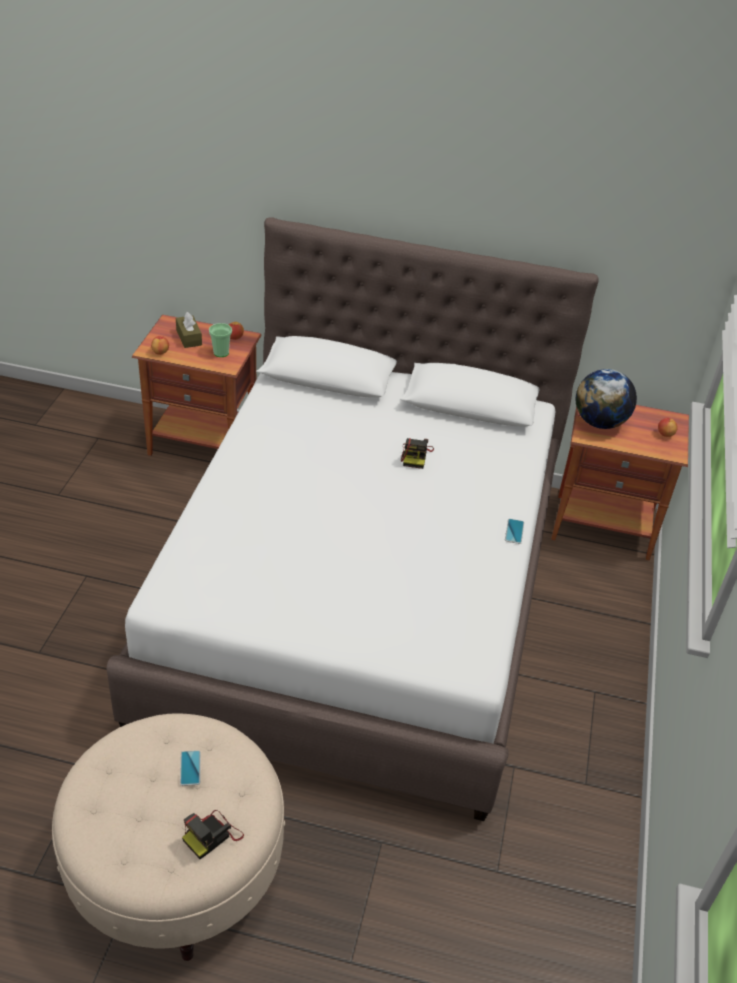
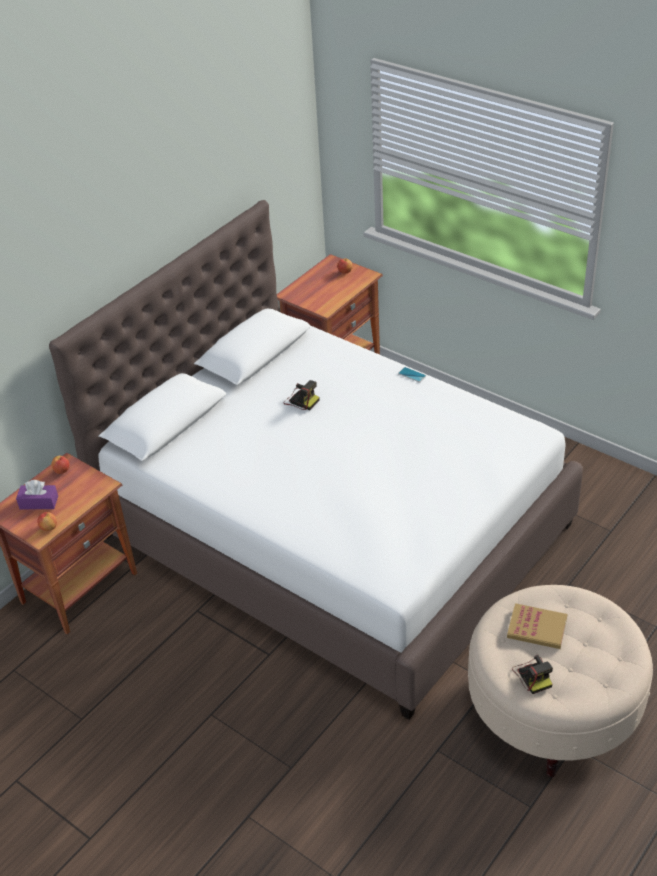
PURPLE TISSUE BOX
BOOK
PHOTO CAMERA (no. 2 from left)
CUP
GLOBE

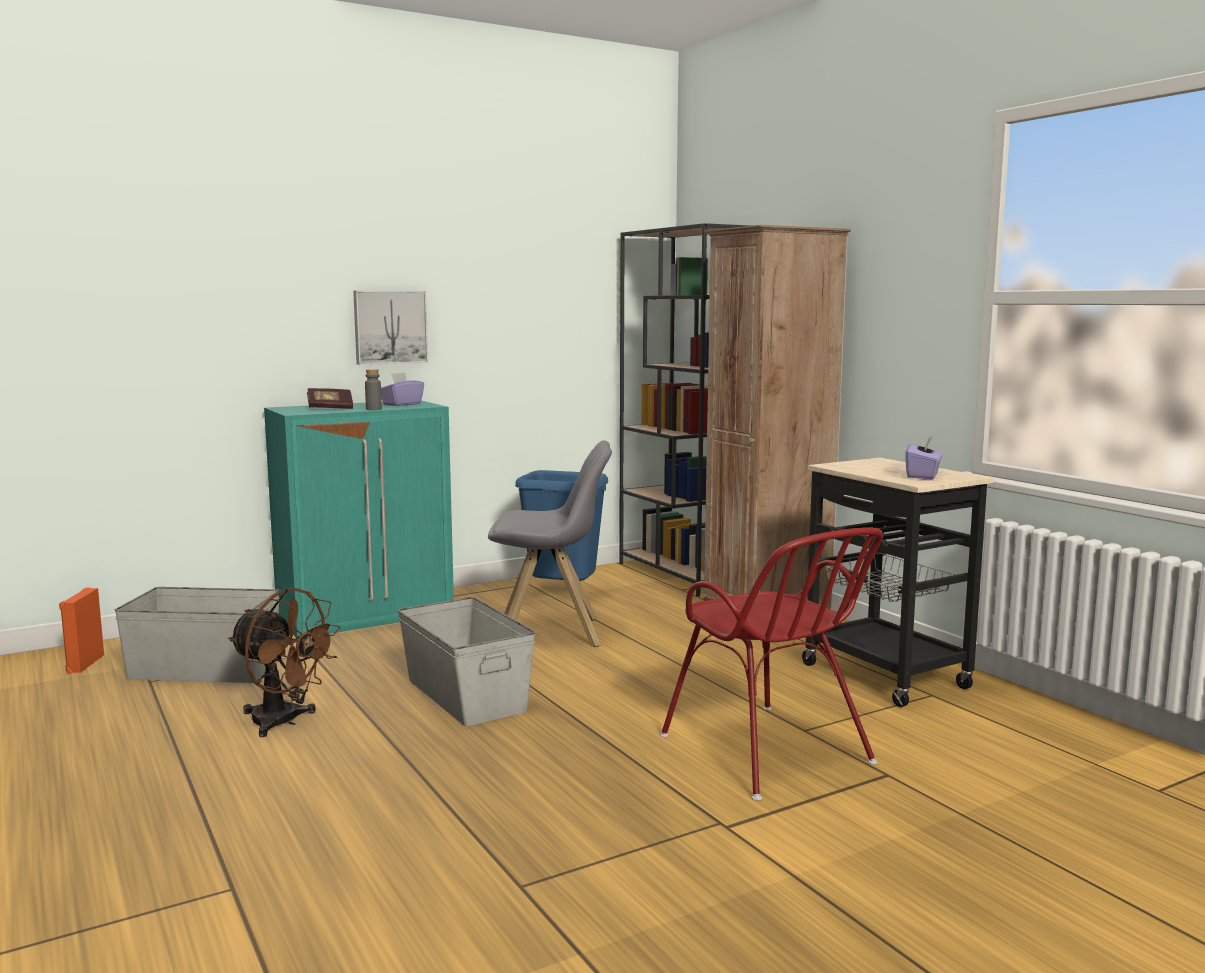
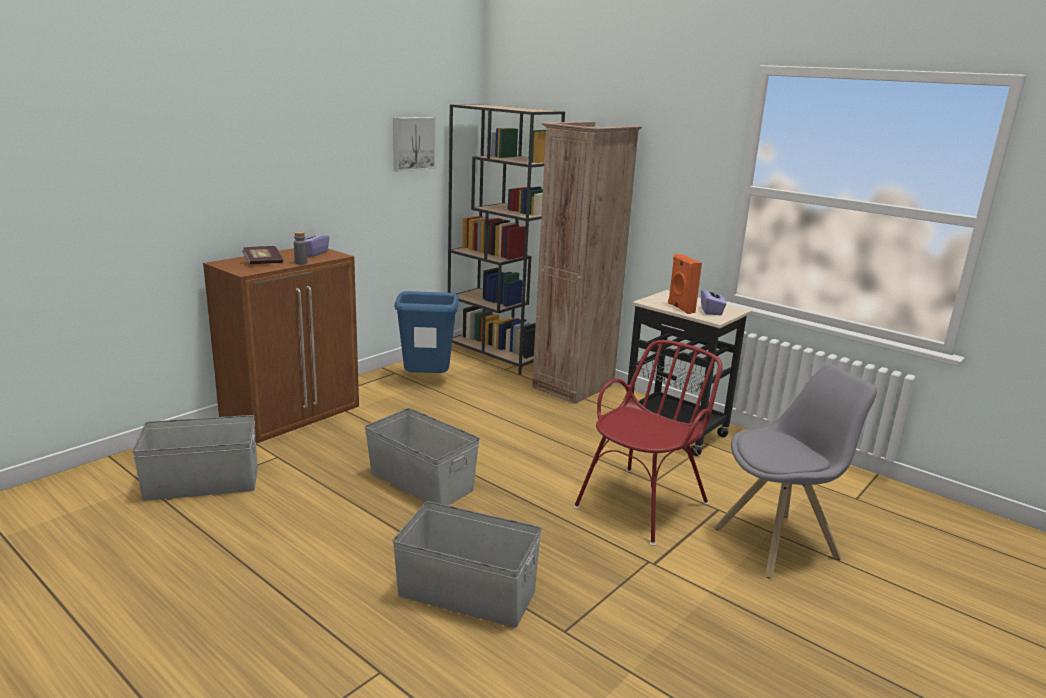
ORANGE SPEAKER
BROWN FAN
BROWN CABINET (no. 1 from left)
PICTURE
GREY CHAIR
RED CHAIR
GREY STORAGE BOX (no. 3 from left)

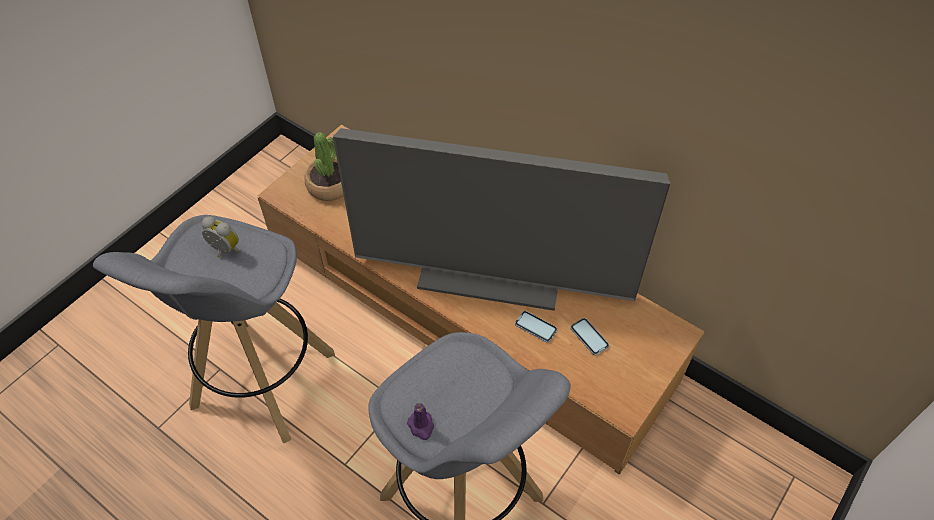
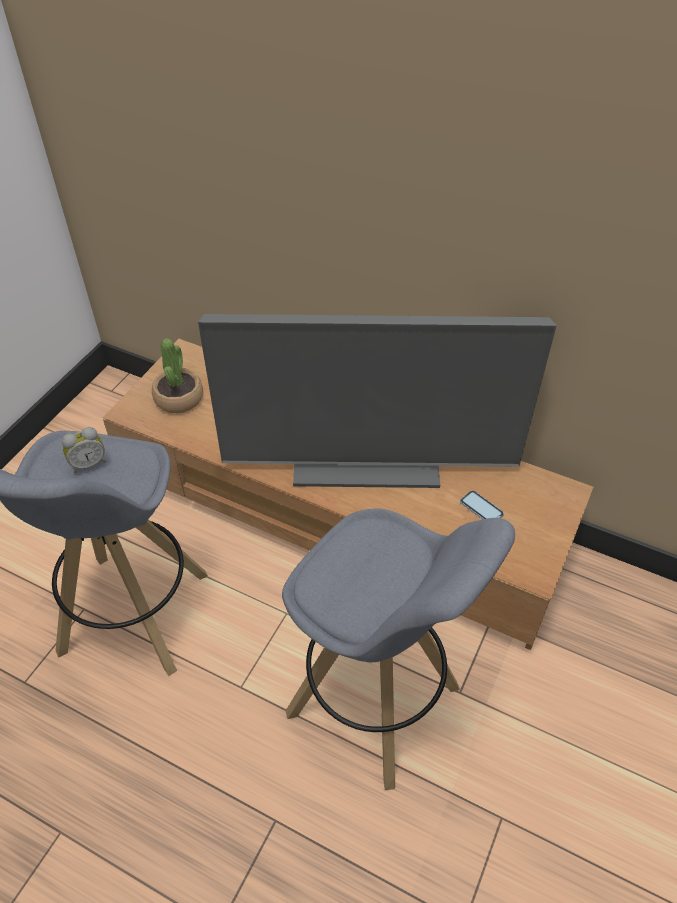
ALARM CLOCK
PURPLE CANDLE
PHONE (no. 1 from left in the first image)

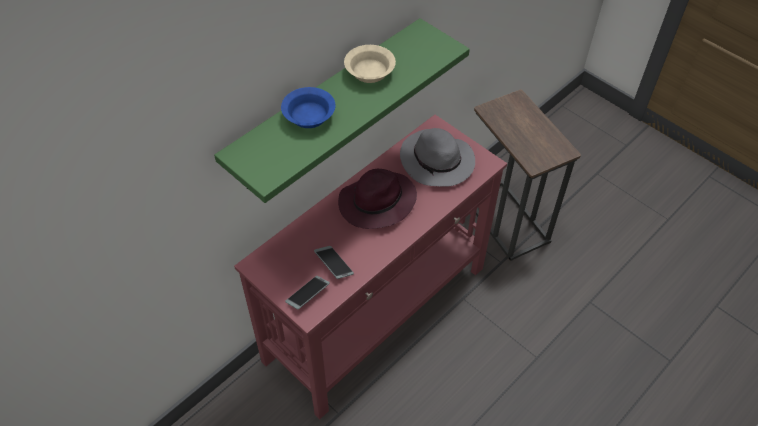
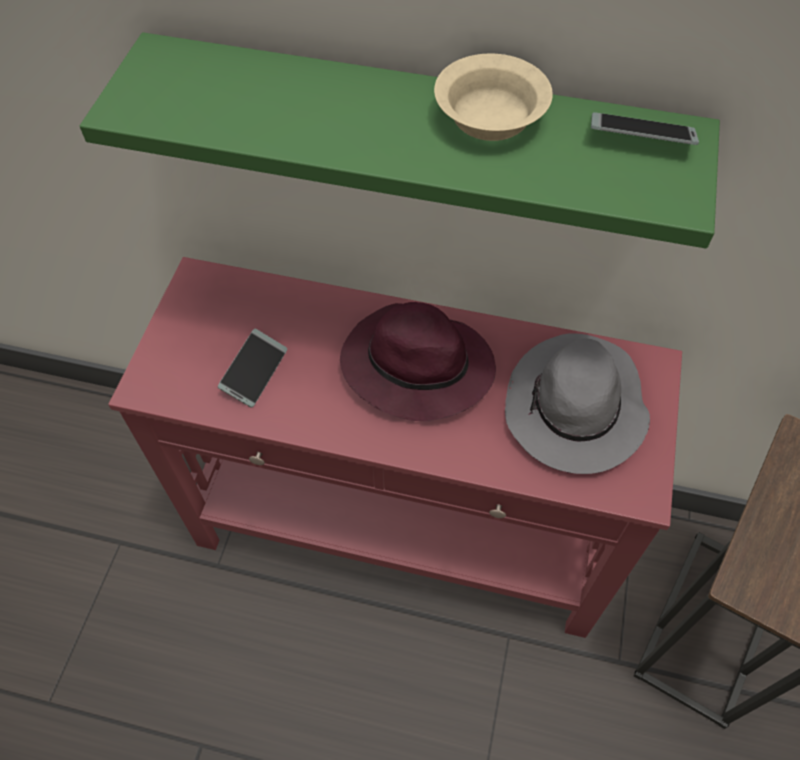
BLUE BOWL
PHONE (no. 2 from left)

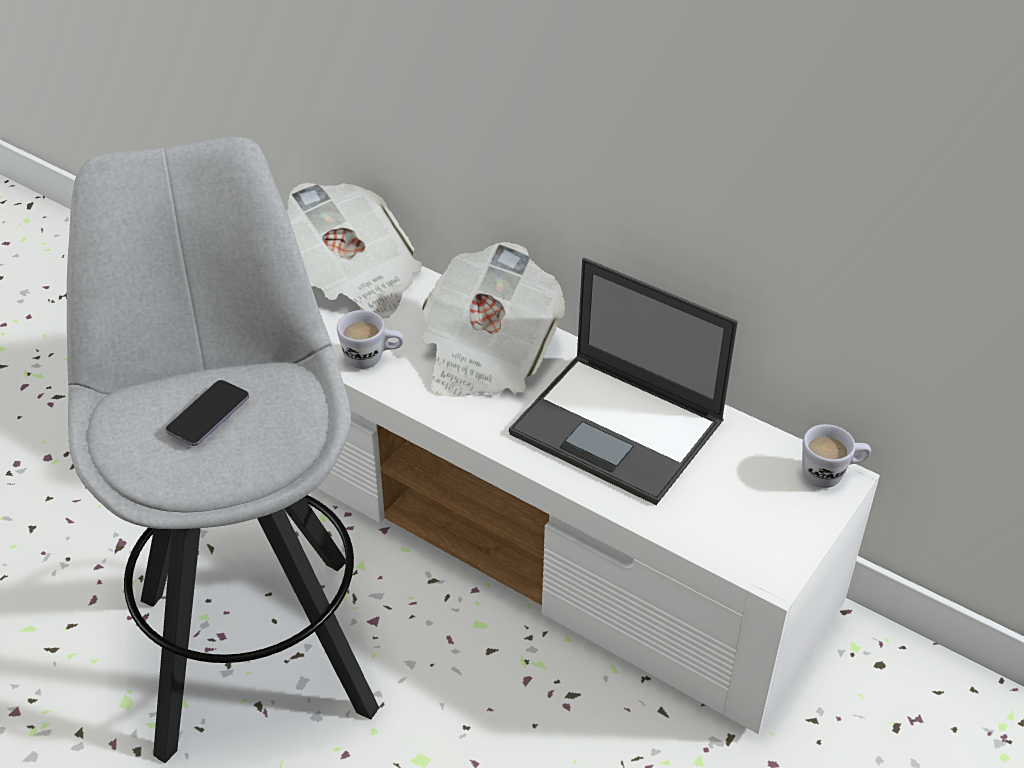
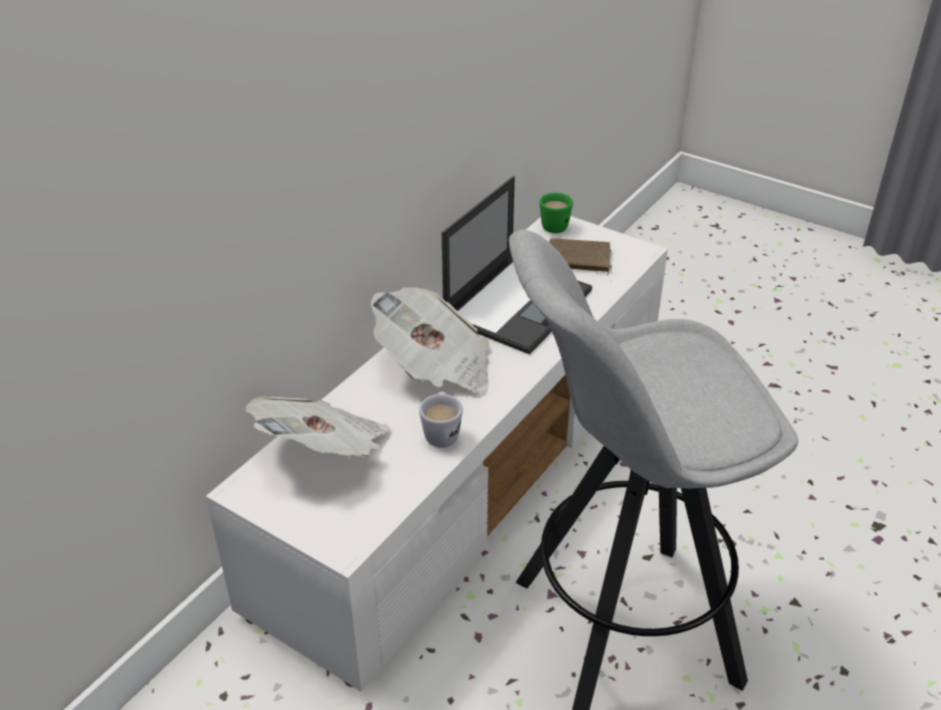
PHONE
GREEN MUG
BROWN BOOK

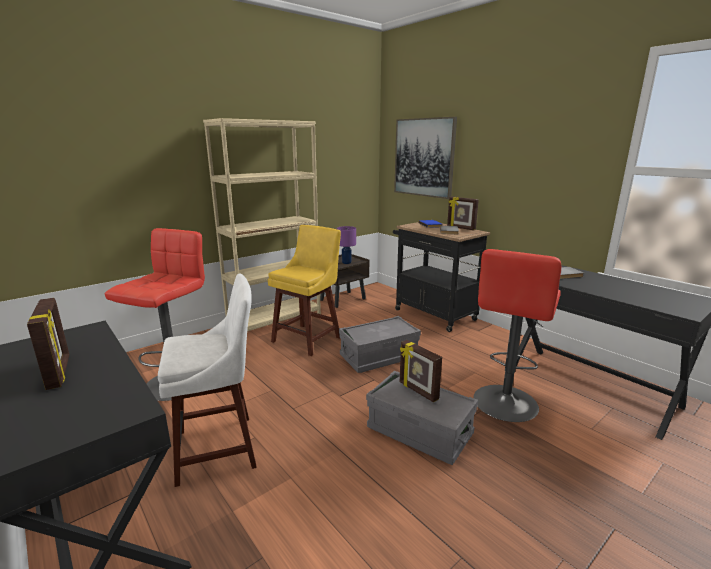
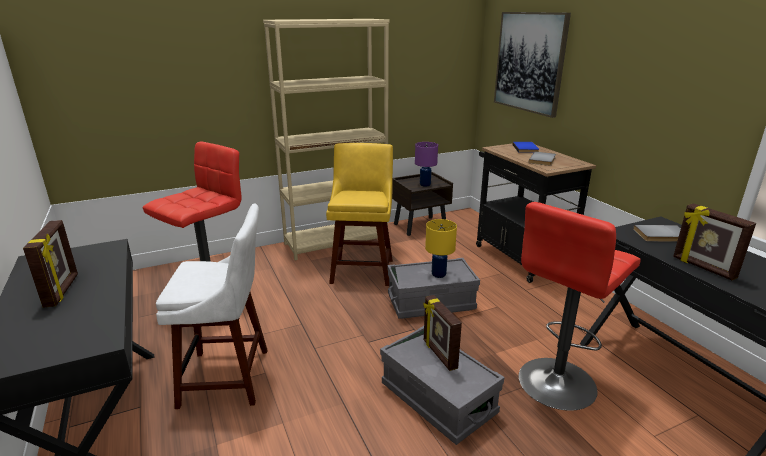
YELLOW CHAIR
PICTURE FRAME (no. 3 from left)
YELLOW TABLE LAMP

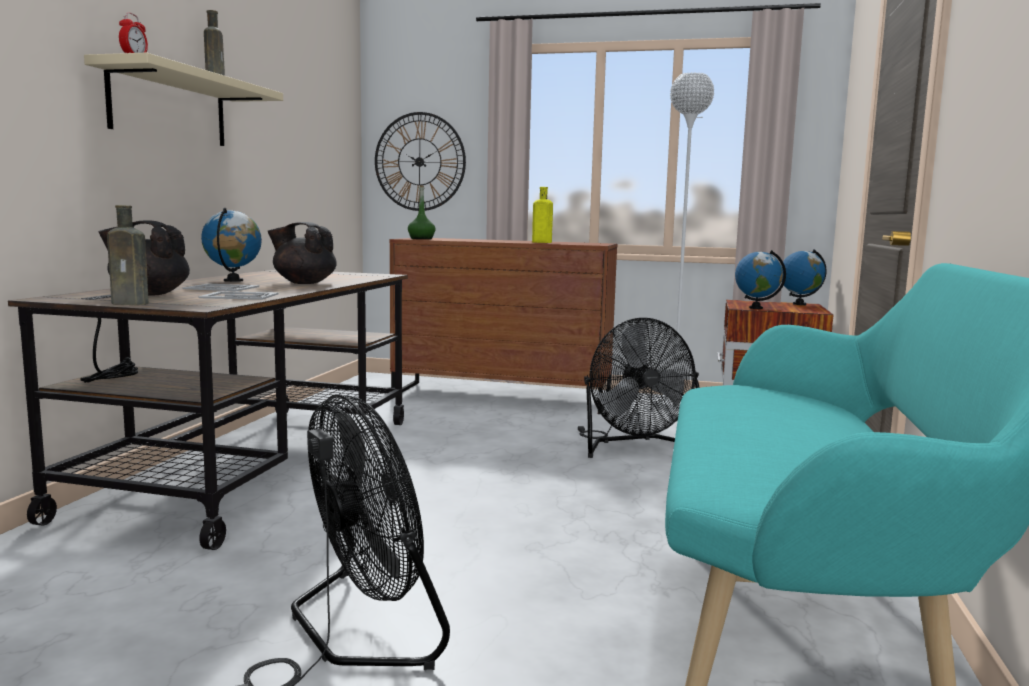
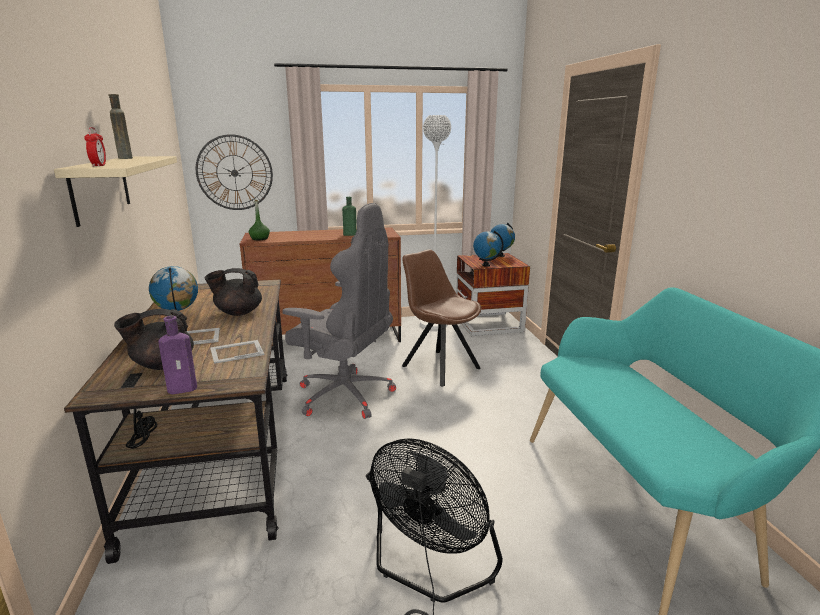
PURPLE BOTTLE
GREEN BOTTLE (no. 2 from left)
BROWN CHAIR
GREY OFFICE CHAIR

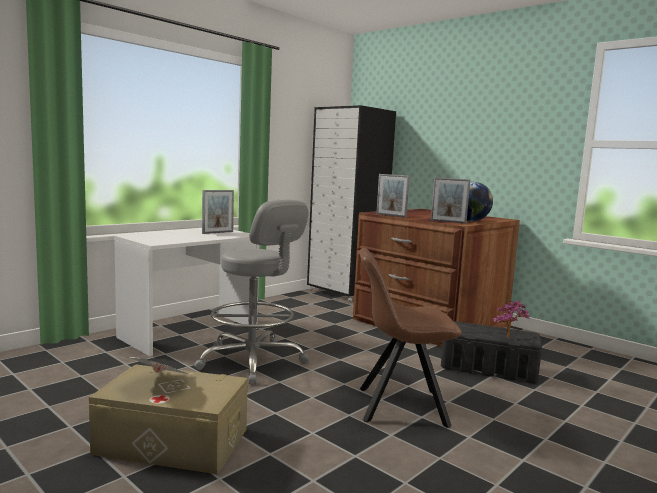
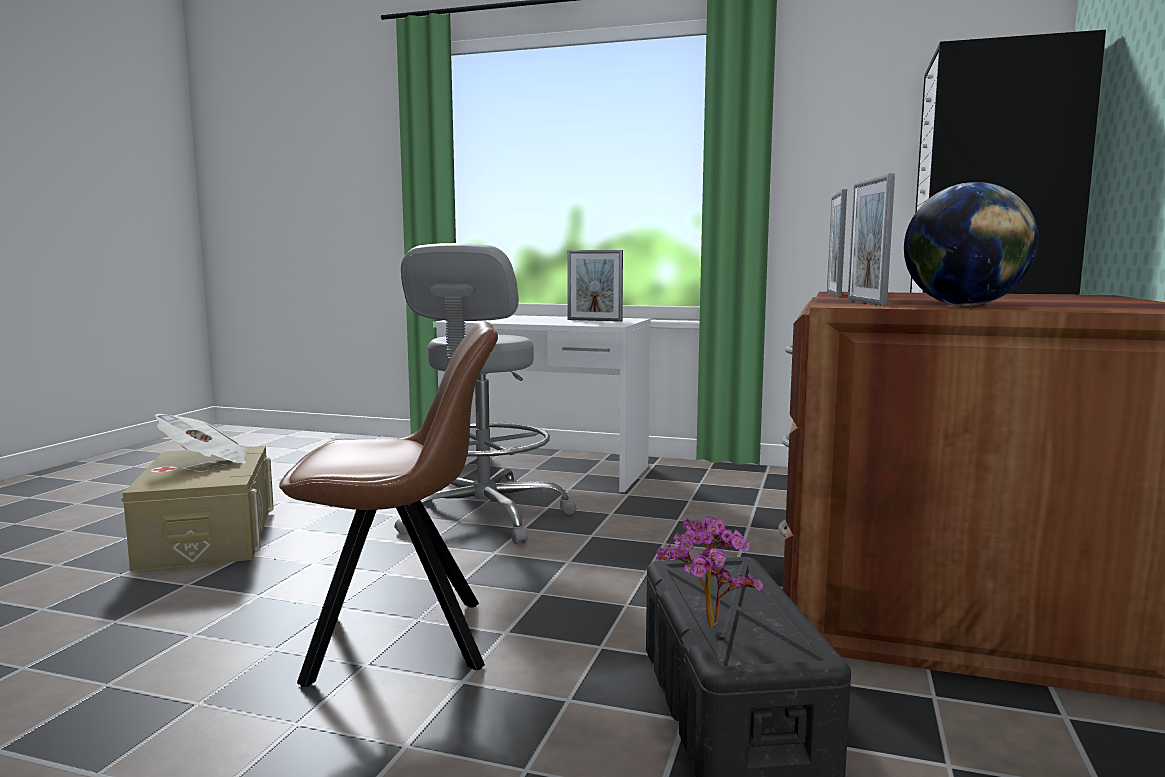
BROWN CHAIR

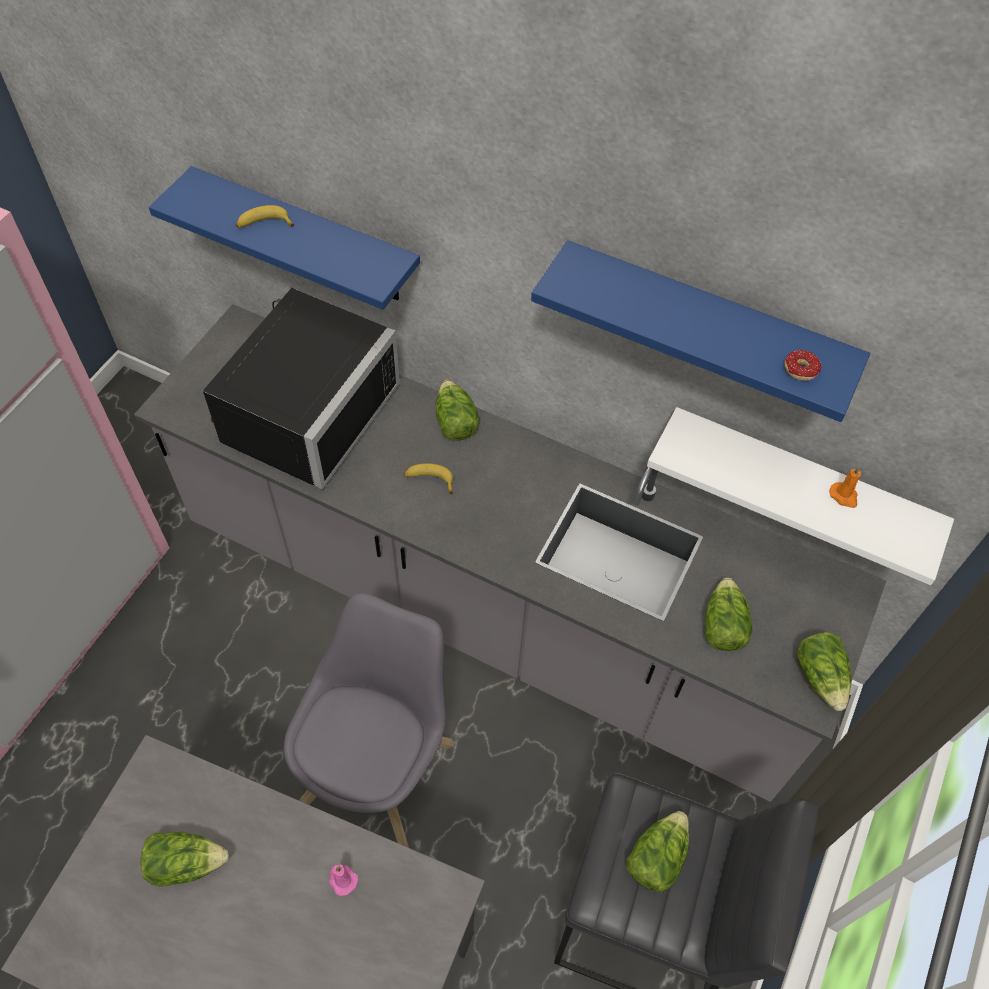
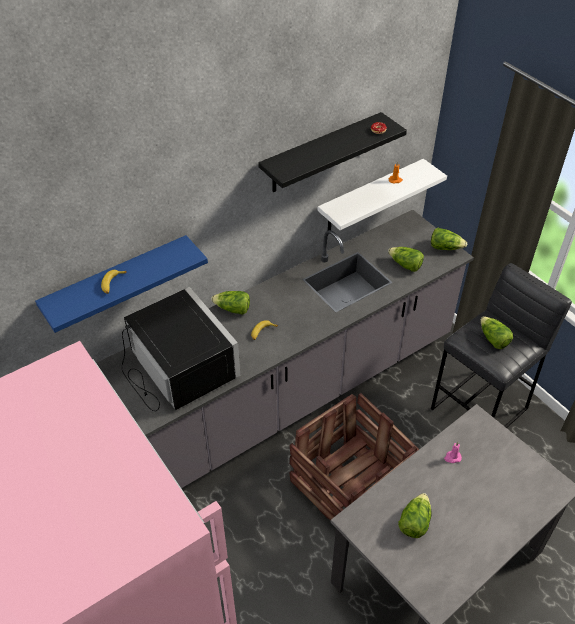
CRATE
BLACK SHELF

